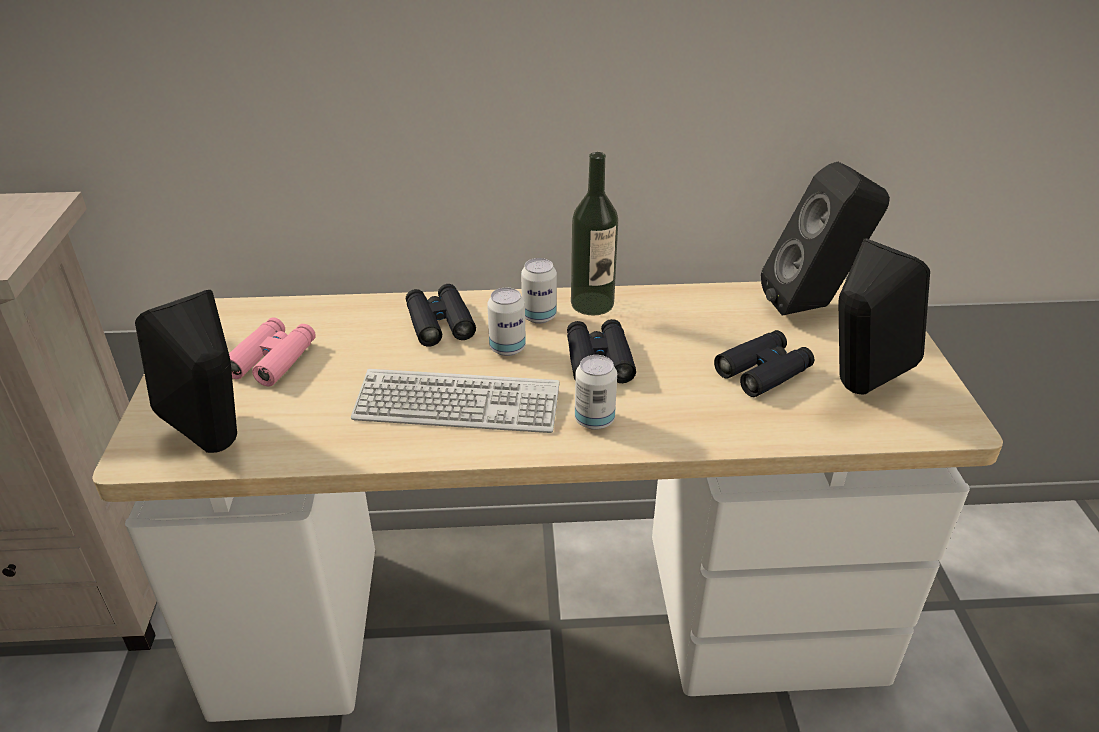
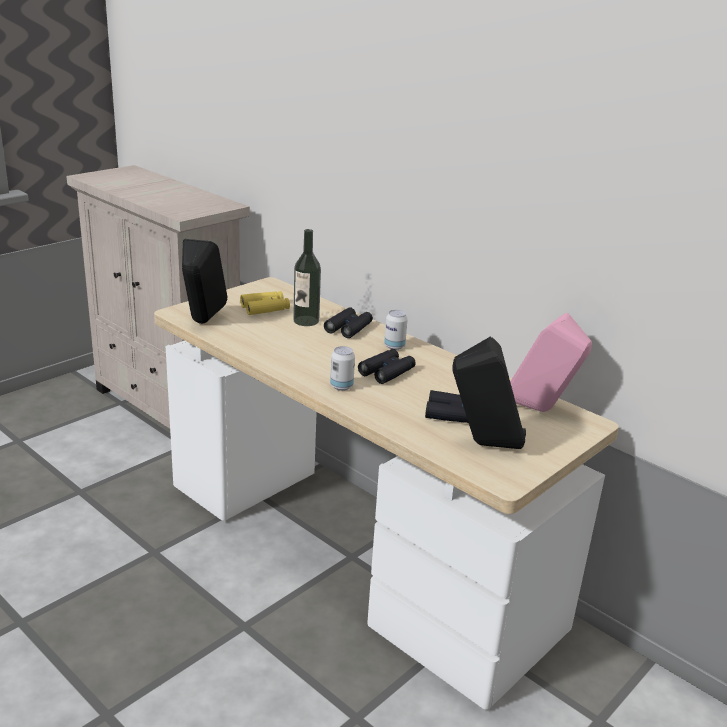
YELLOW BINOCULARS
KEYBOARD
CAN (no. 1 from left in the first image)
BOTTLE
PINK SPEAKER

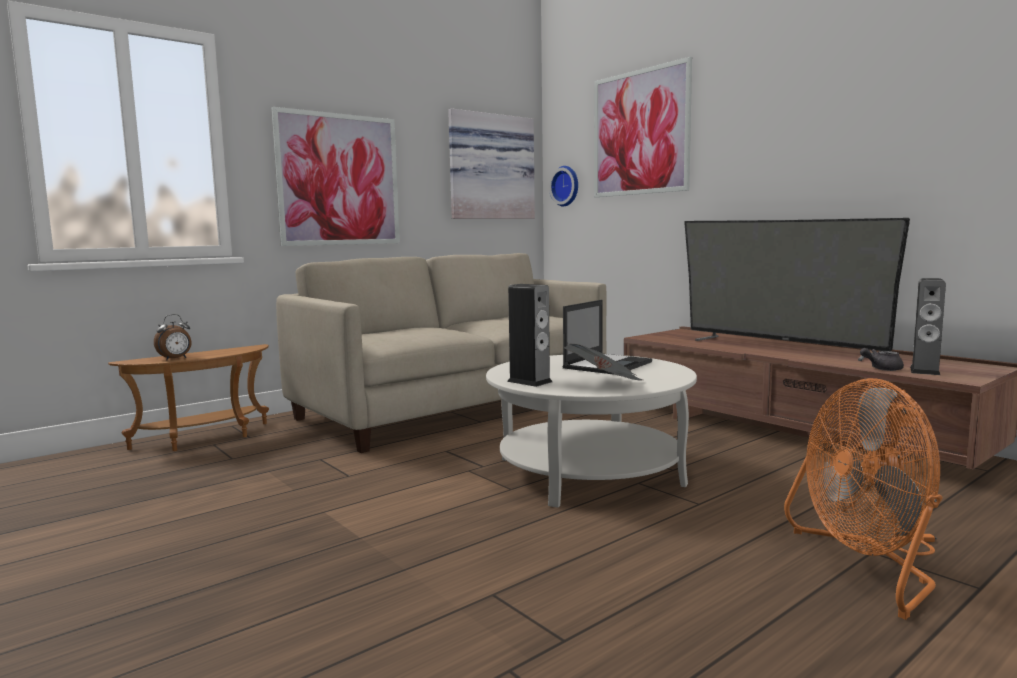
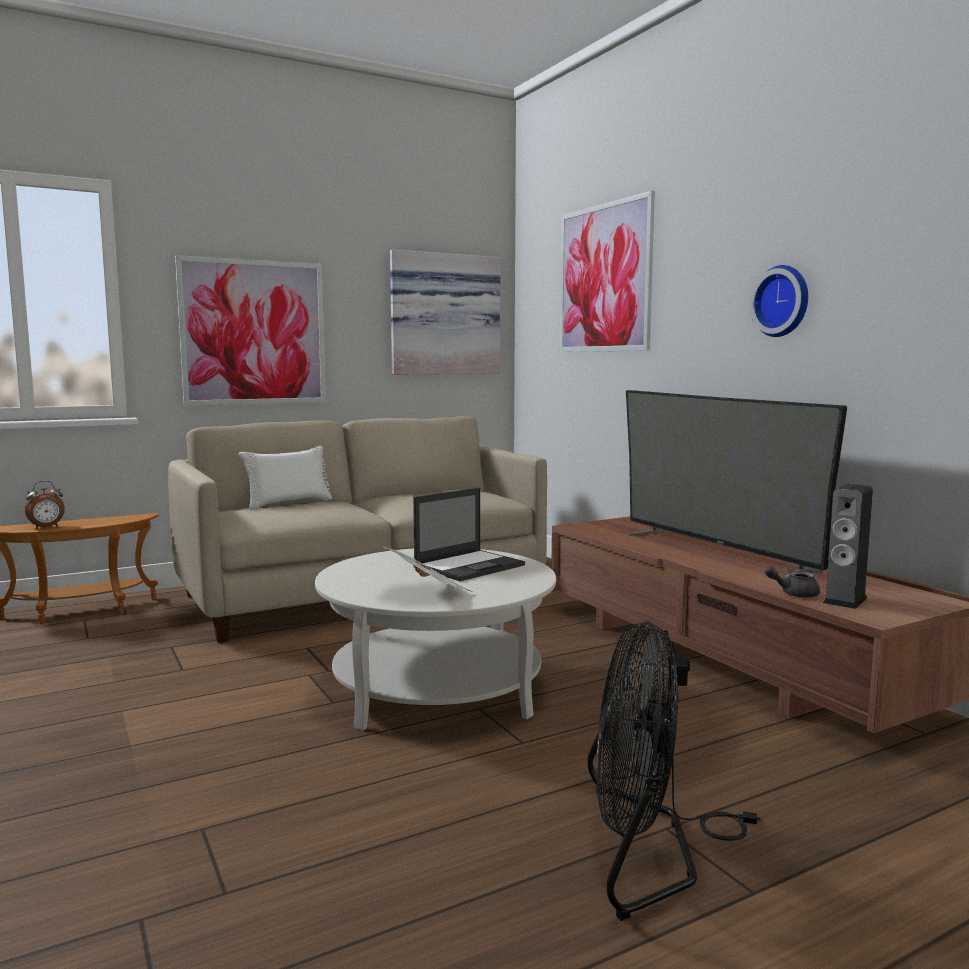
SPEAKER (no. 1 from left in the first image)
WALL CLOCK
BLACK FAN
WHITE PILLOW

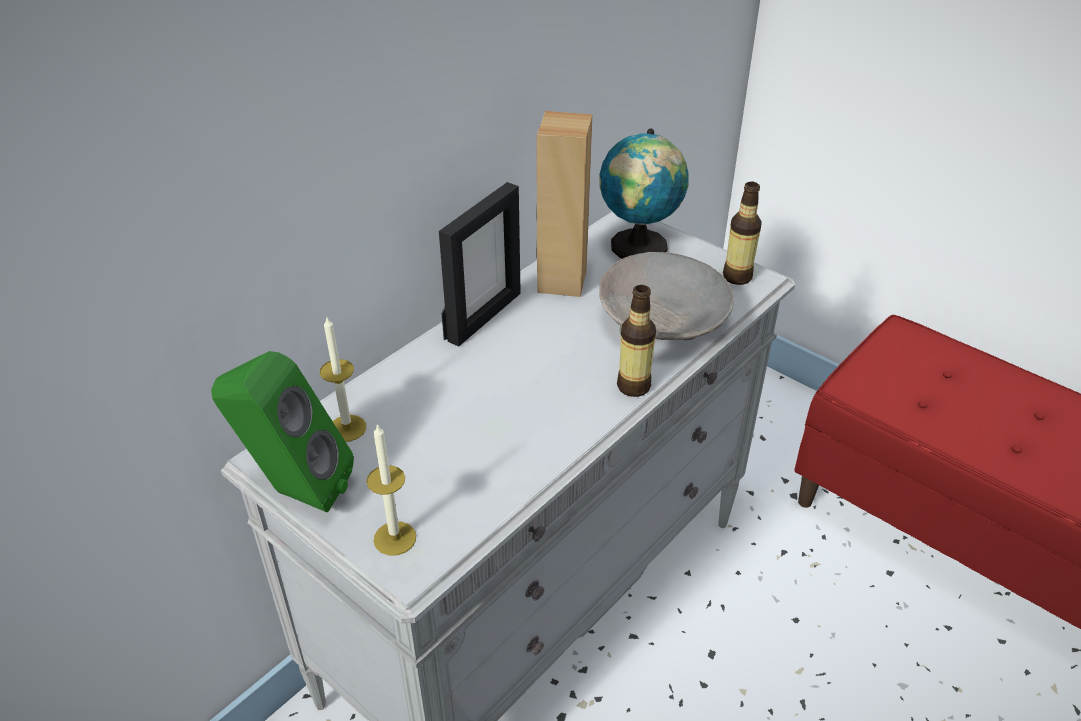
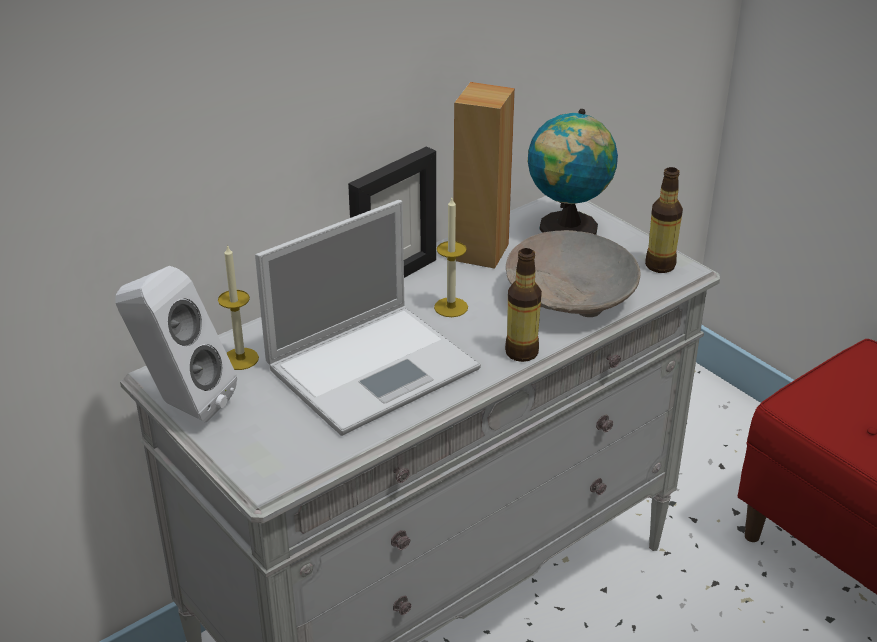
WHITE SPEAKER
CANDLE (no. 2 from left)
LAPTOP

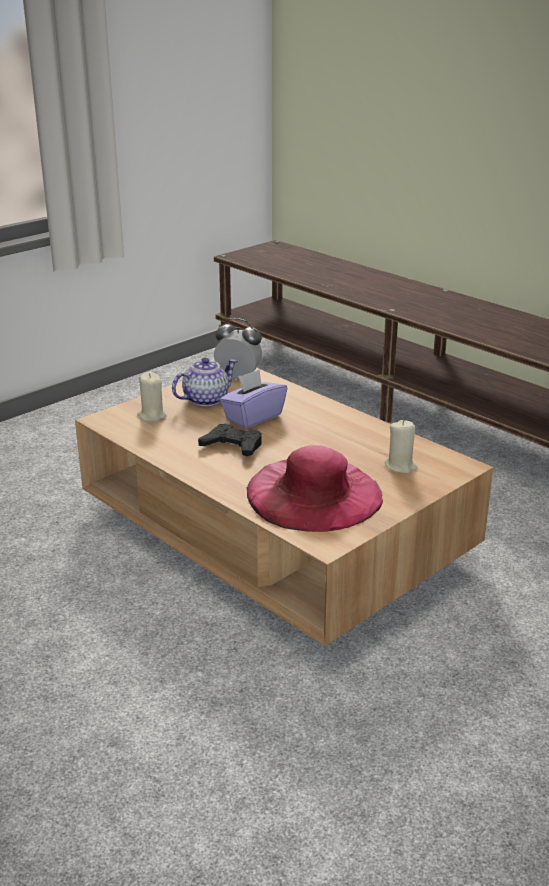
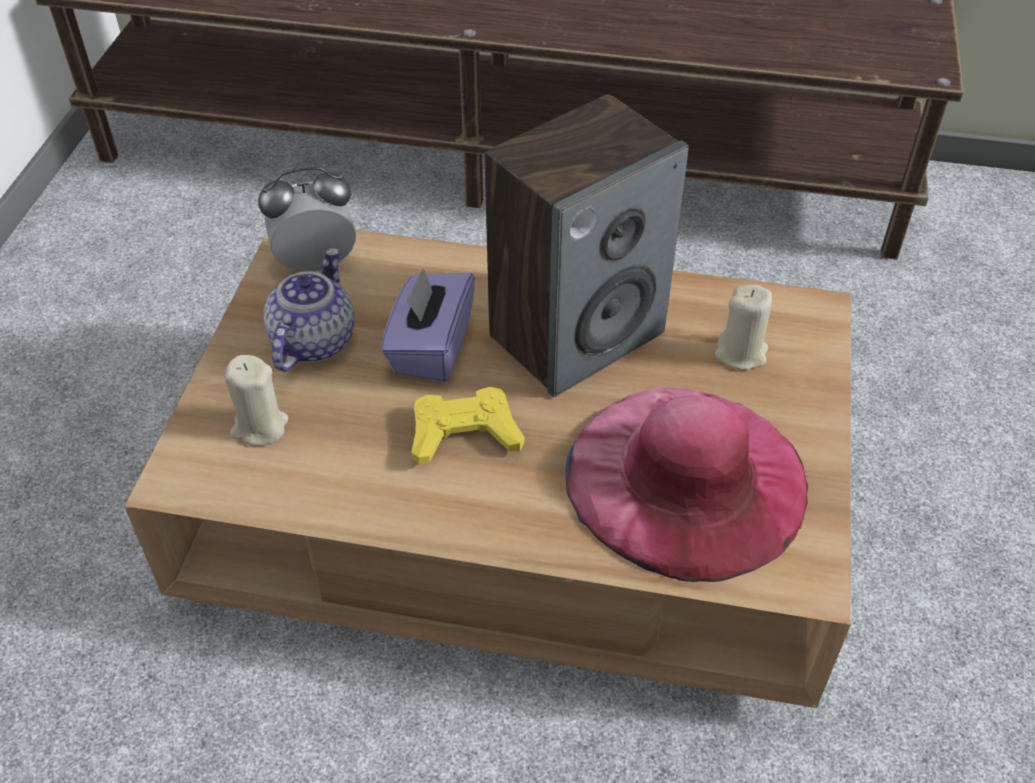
YELLOW GAME CONTROLLER
SPEAKER

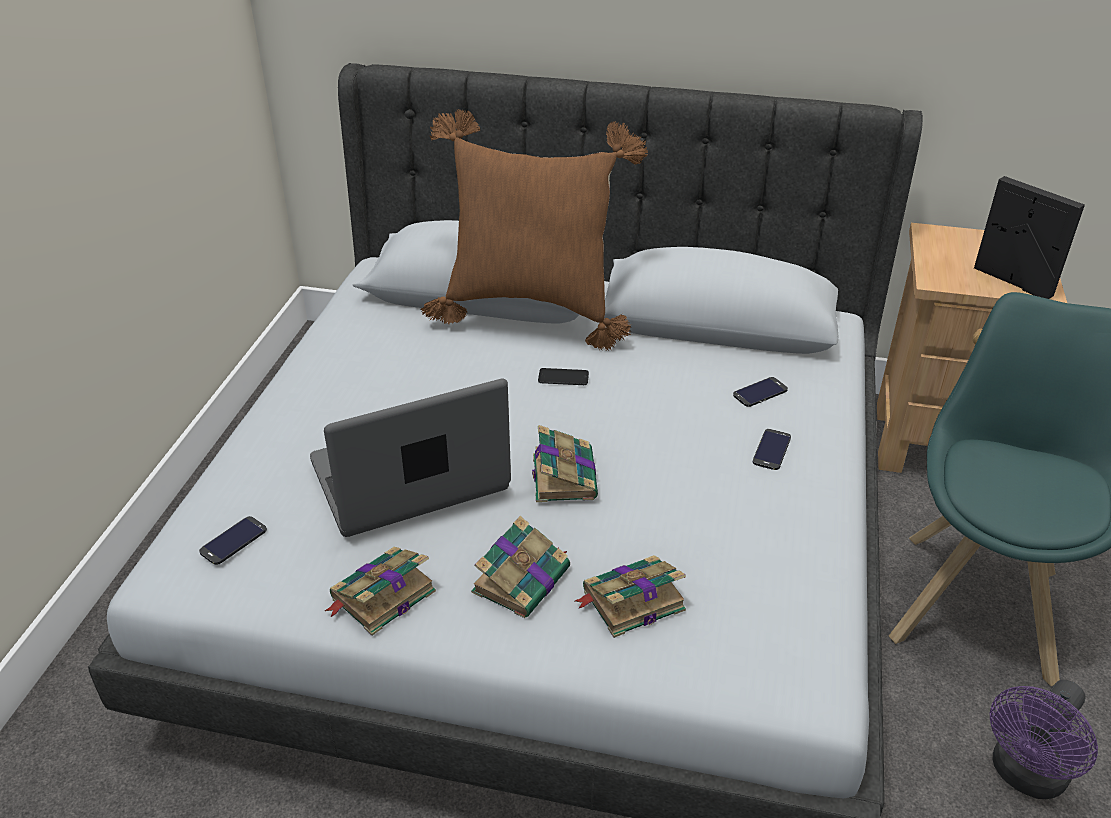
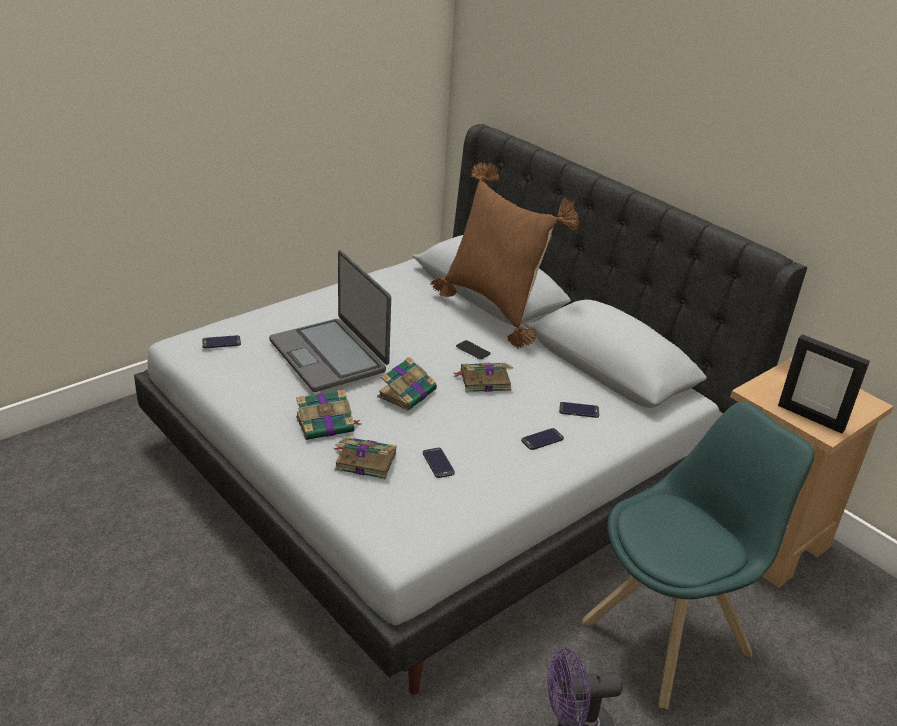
LAPTOP
BOOK (no. 4 from left)
PICTURE FRAME
PHONE (no. 2 from left)

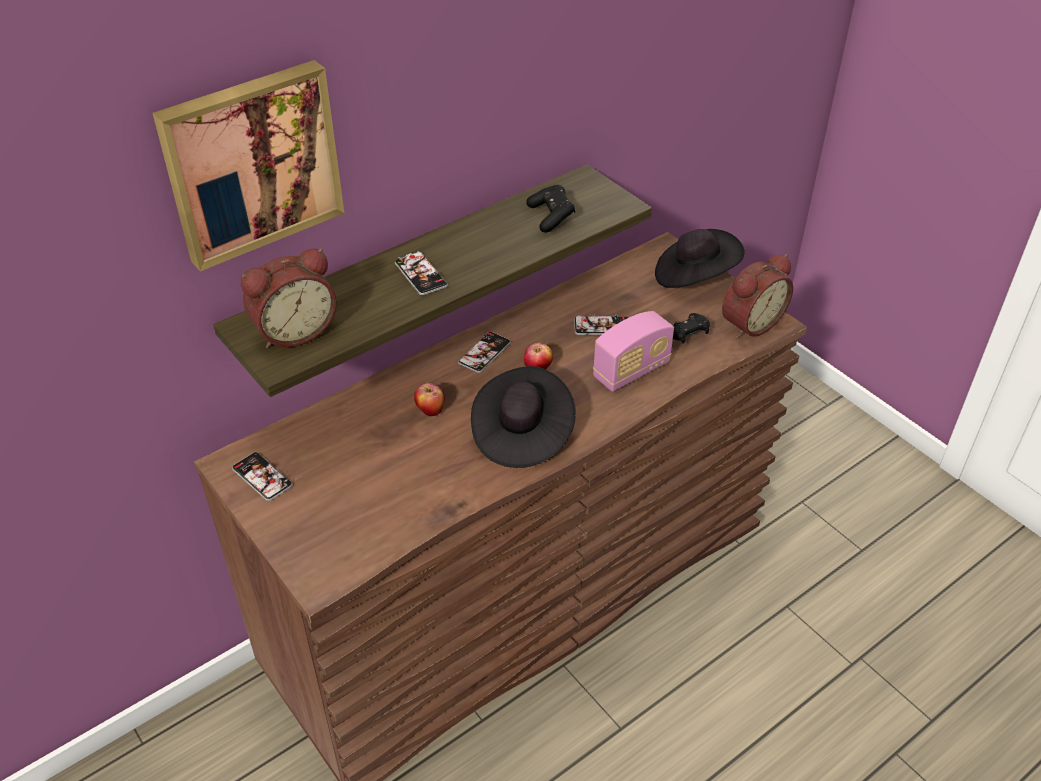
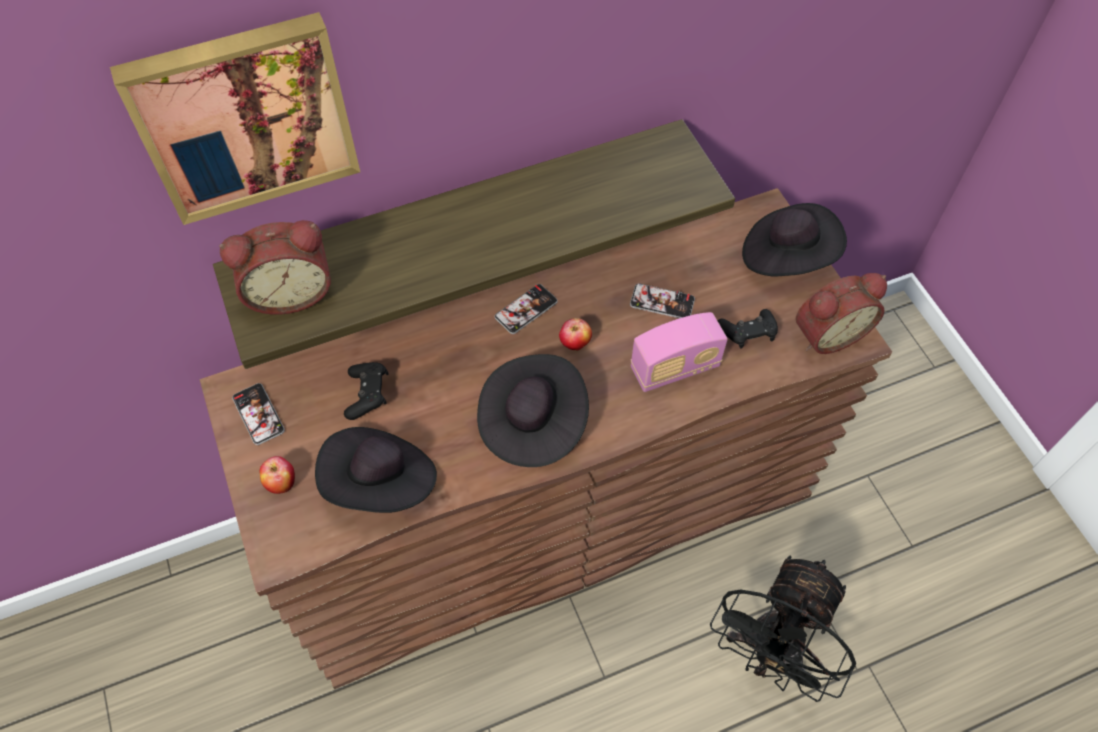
PHONE (no. 2 from left in the first image)
APPLE (no. 1 from left)
BLACK GAME CONTROLLER (no. 1 from left)
BLACK HAT (no. 1 from left)
BLACK FAN

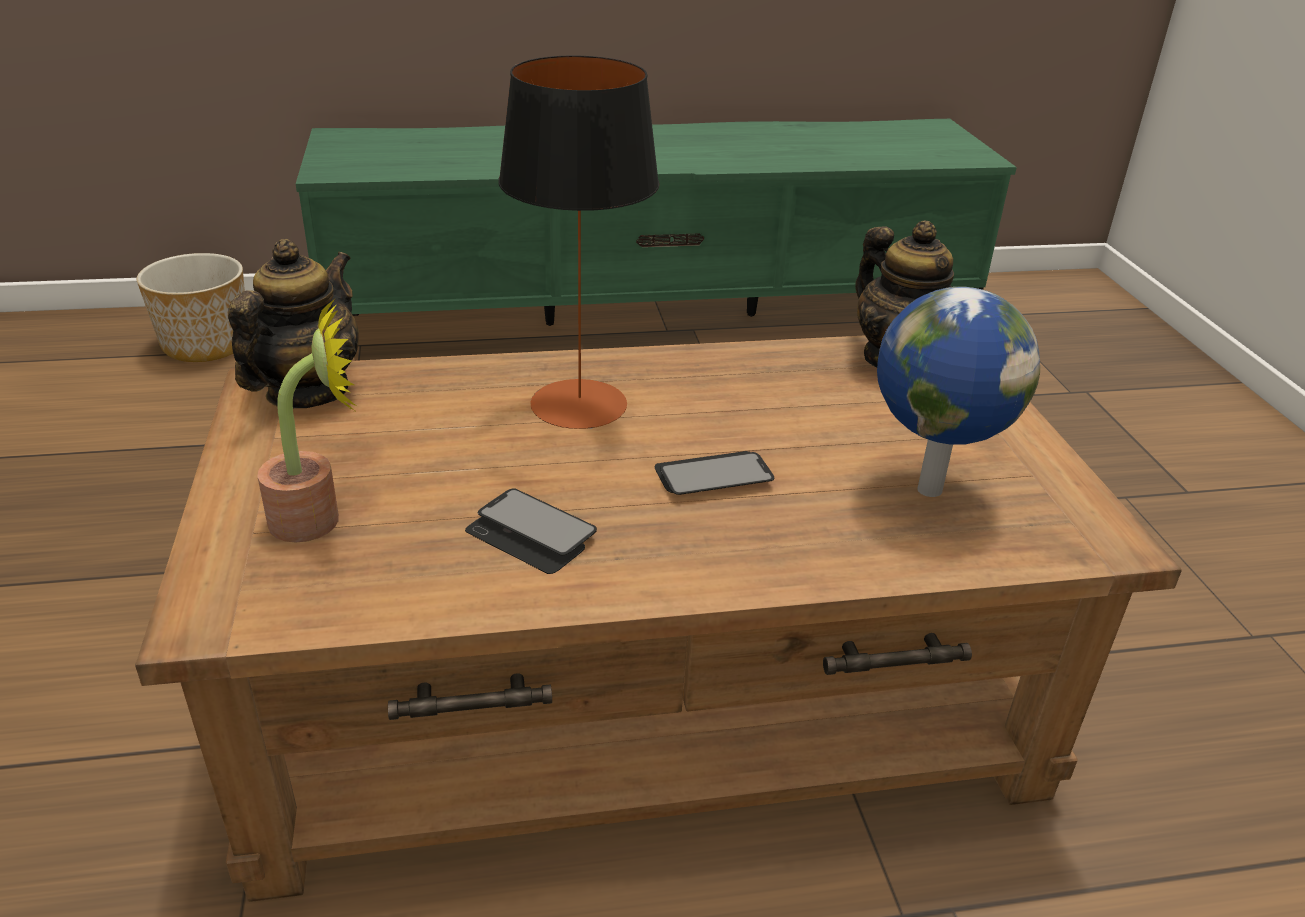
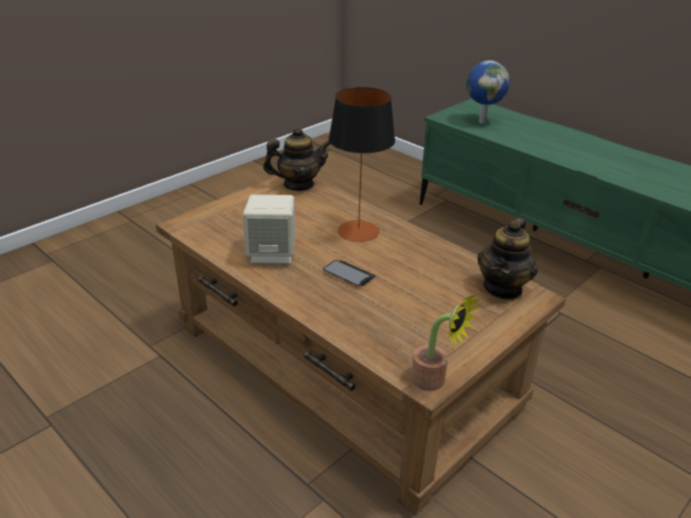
PLANTER
POTTED PLANT
BEIGE SPEAKER
GLOBE

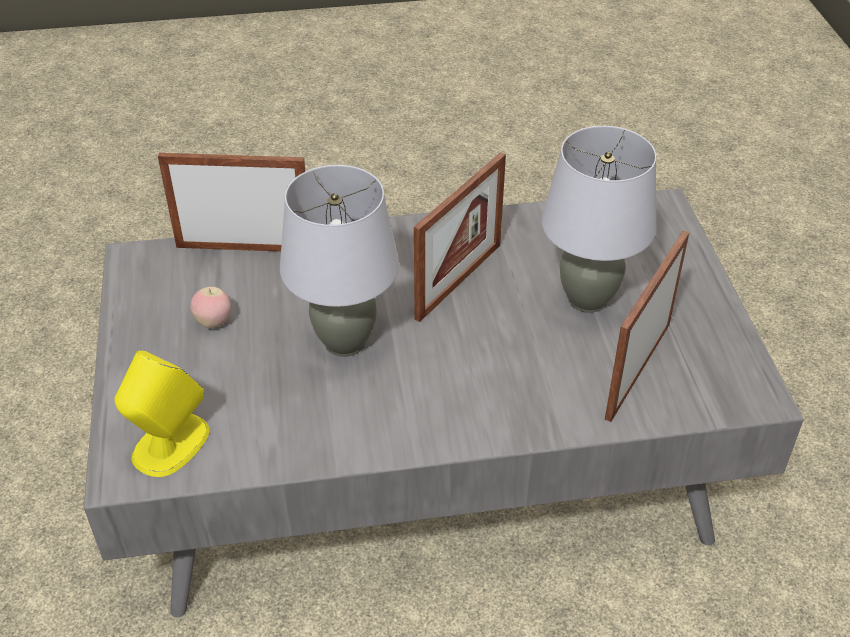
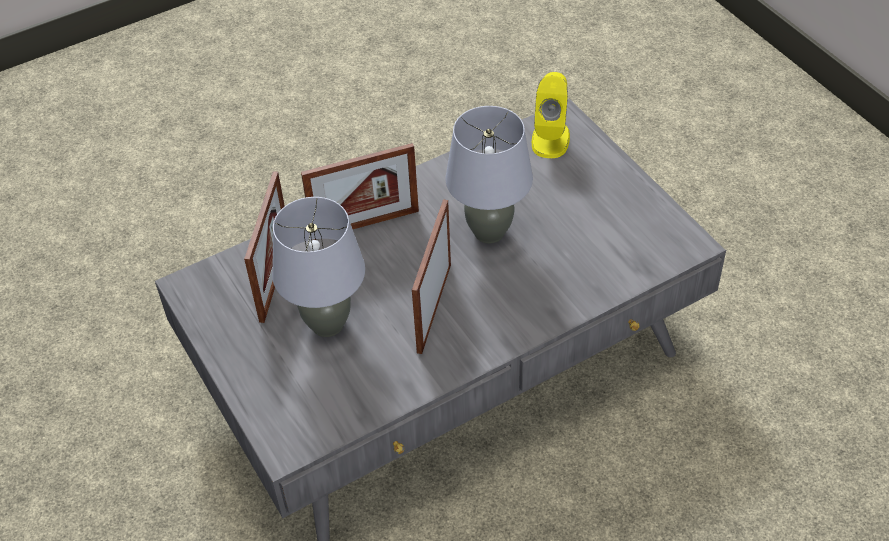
PICTURE FRAME (no. 2 from left)
APPLE

